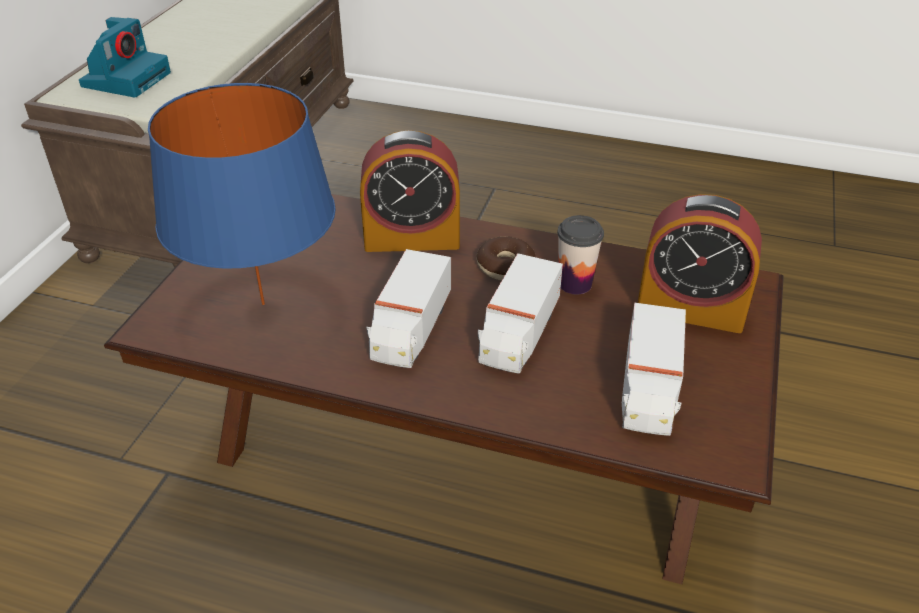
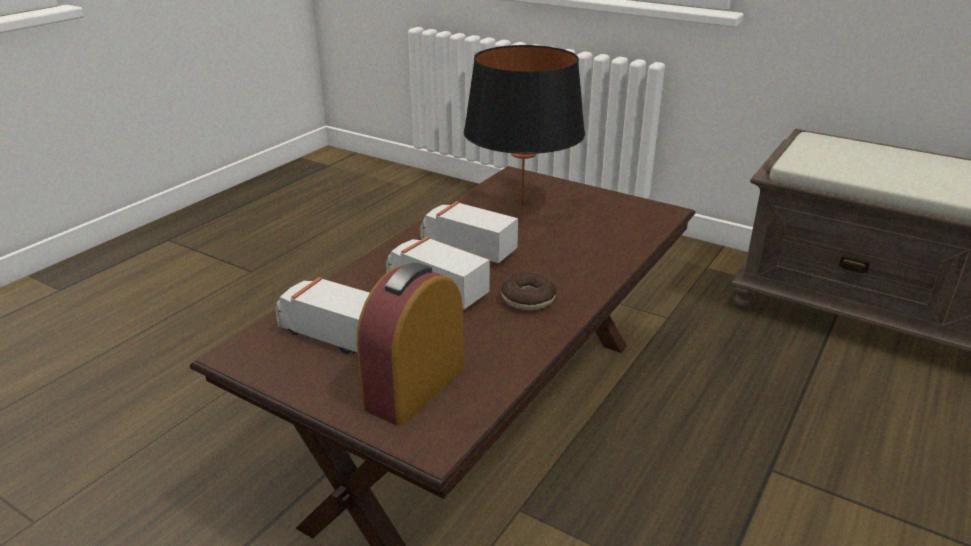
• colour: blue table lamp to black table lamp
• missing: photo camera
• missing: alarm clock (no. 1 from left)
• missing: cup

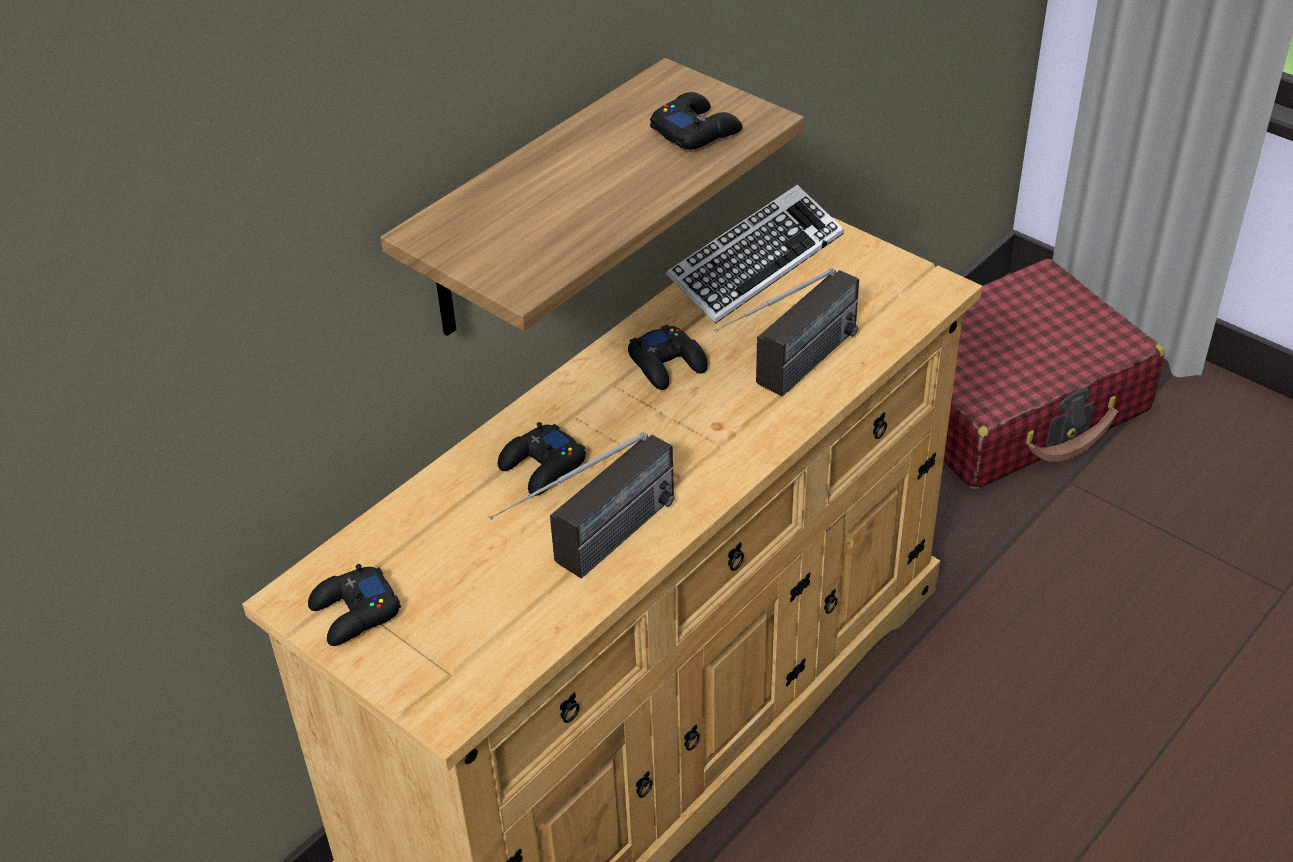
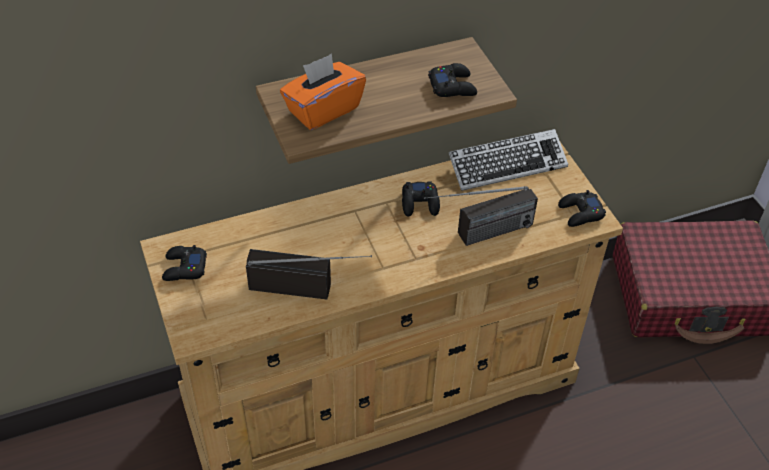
• spun: radio (no. 1 from left) 150 degrees counterclockwise
• appeared: orange tissue box
• relocated: black game controller (no. 2 from left in the first image) to black game controller (no. 4 from left)

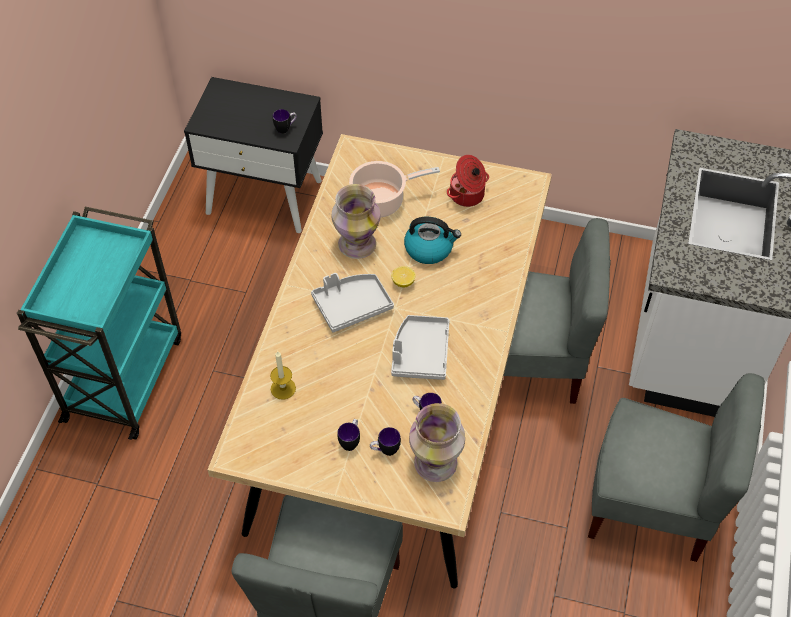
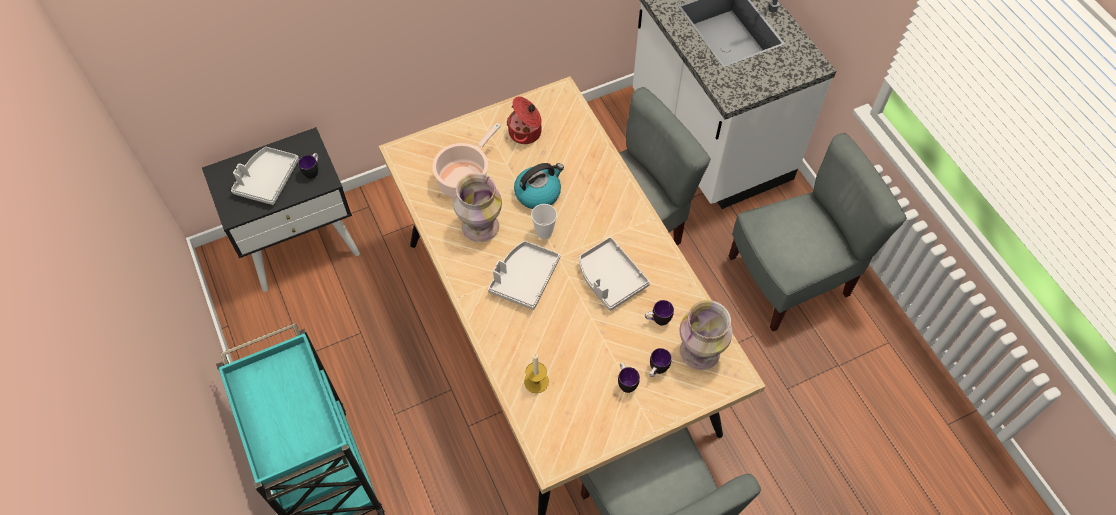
• appeared: grey tray (no. 1 from left)
• exchanged: lemon to cup

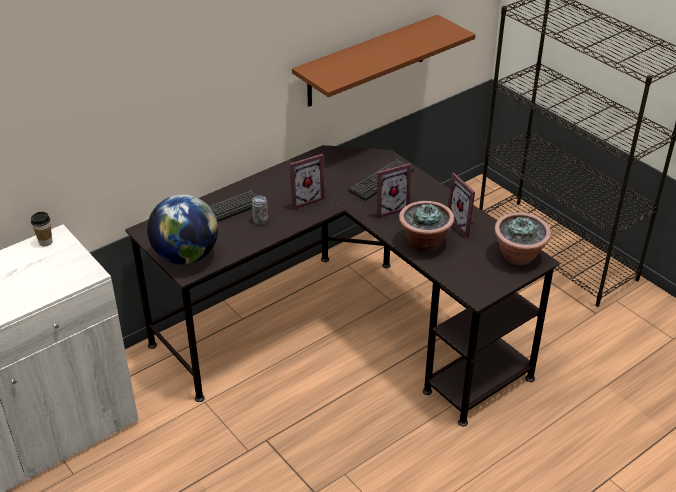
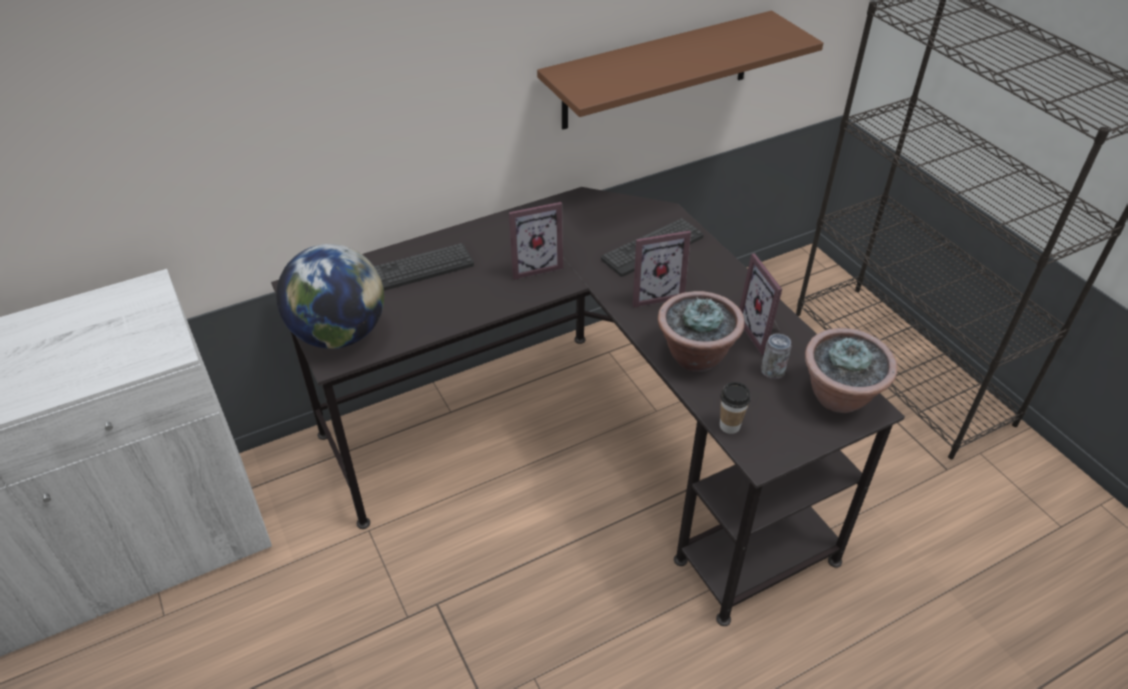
• relocated: cup
• relocated: can

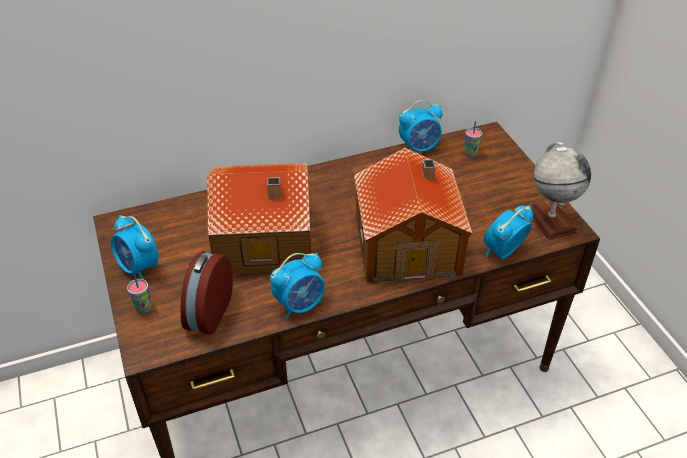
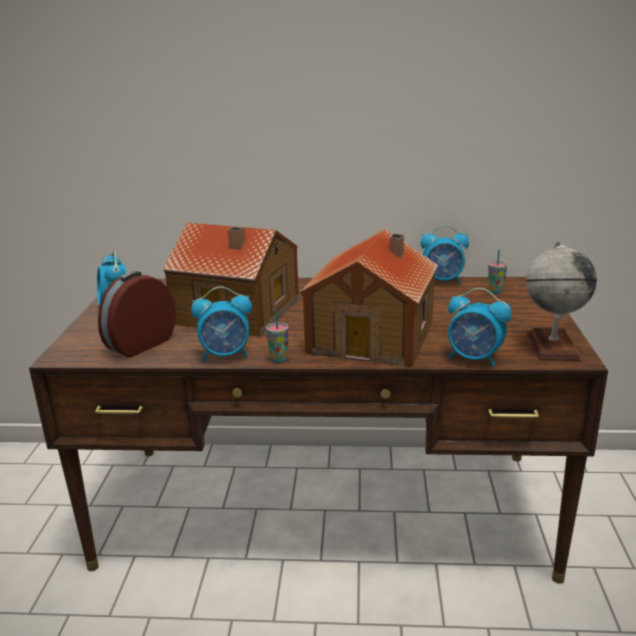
• relocated: cup (no. 1 from left)
• spun: alarm clock (no. 5 from left) 135 degrees counterclockwise

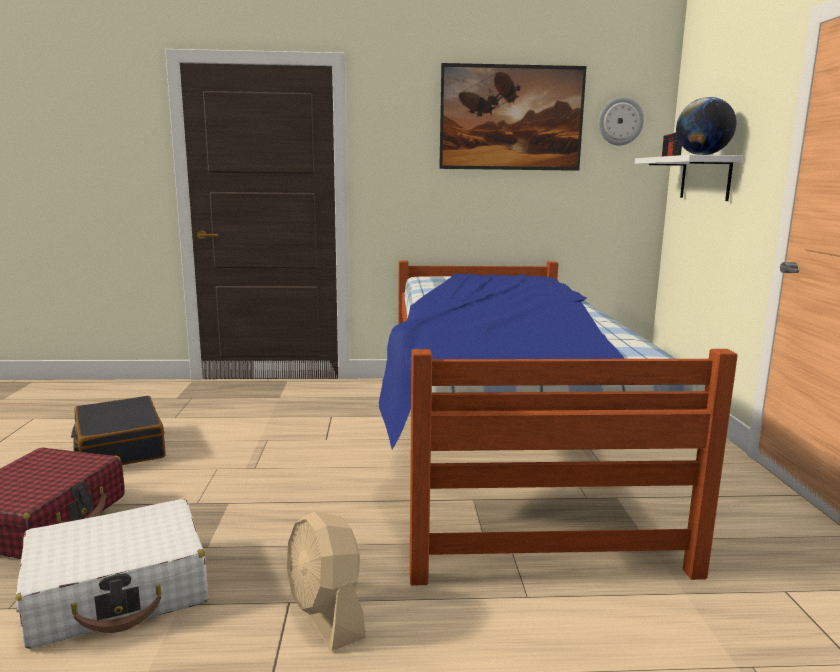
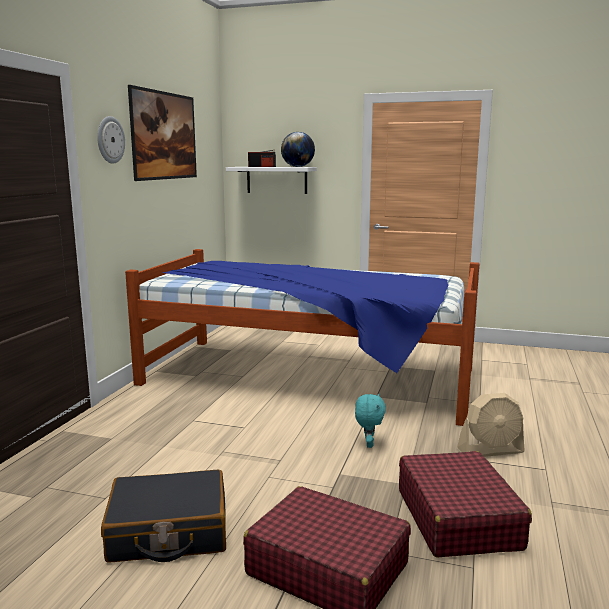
• relocated: wall clock
• appeared: turquoise plush toy
• colour: white suitcase to red suitcase (no. 2 from left)

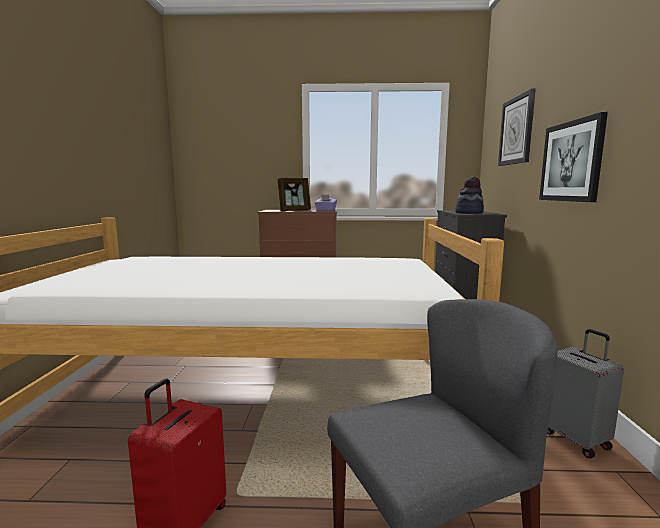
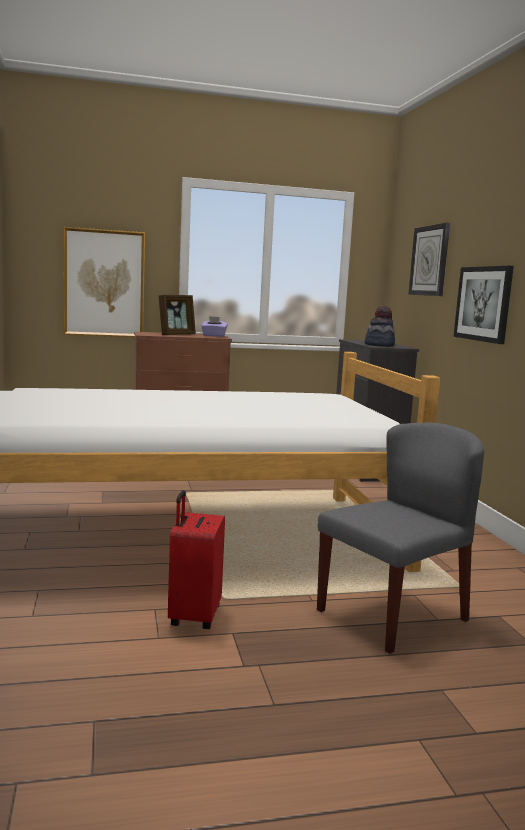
• appeared: picture (no. 1 from left)
• missing: grey suitcase

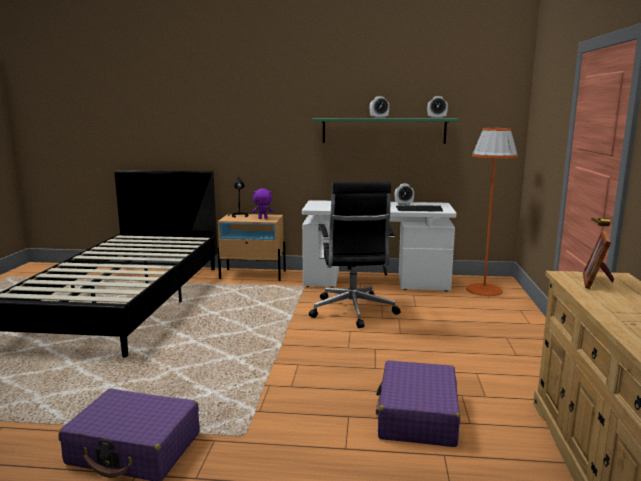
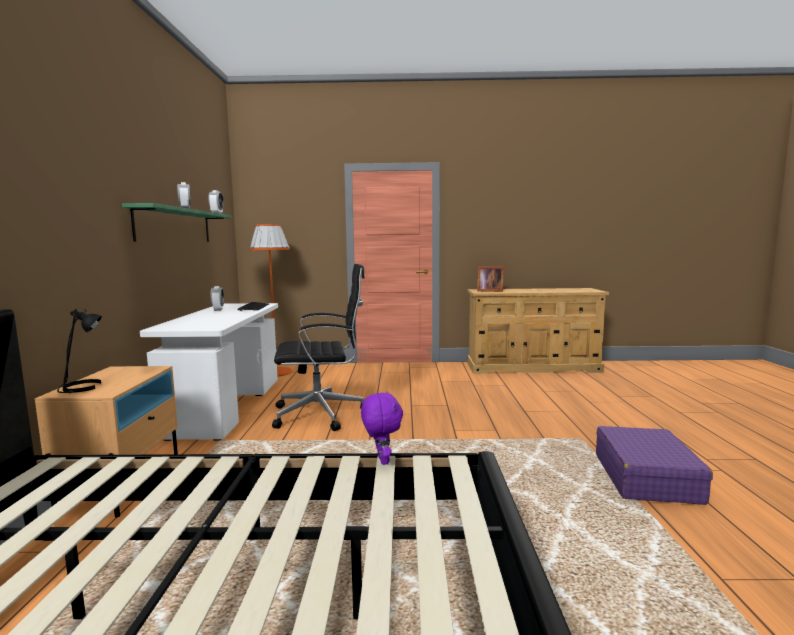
• relocated: purple plush toy
• missing: purple suitcase (no. 2 from left)

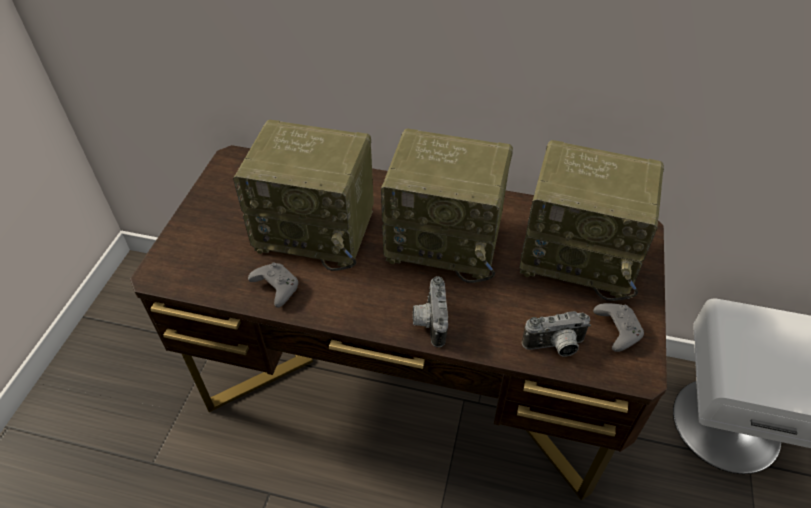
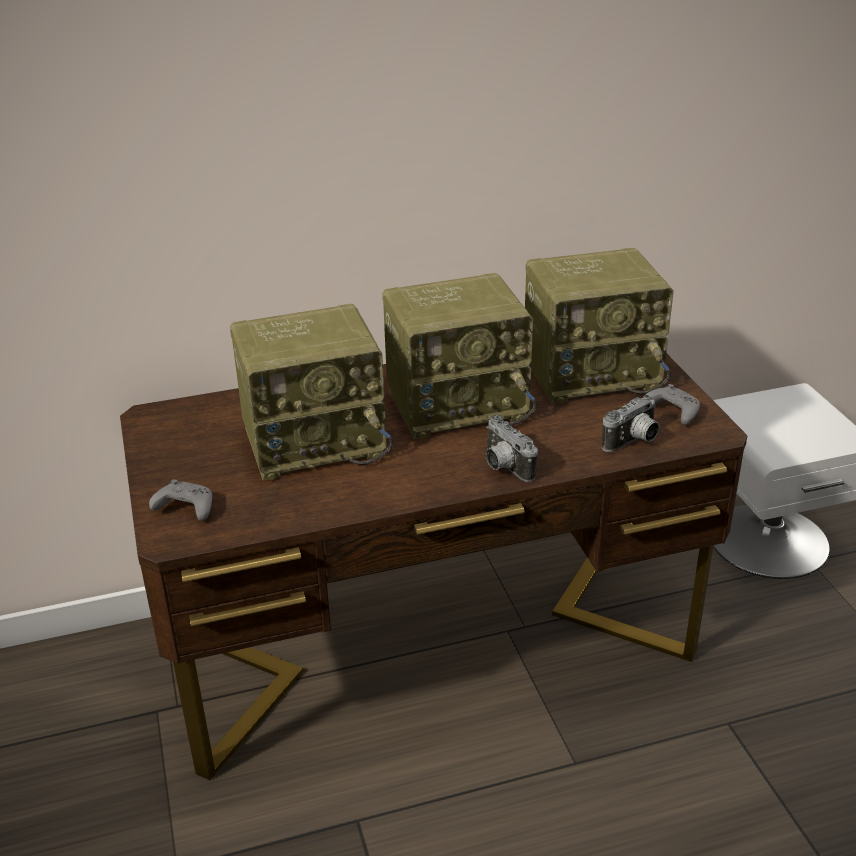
• relocated: grey game controller (no. 1 from left)

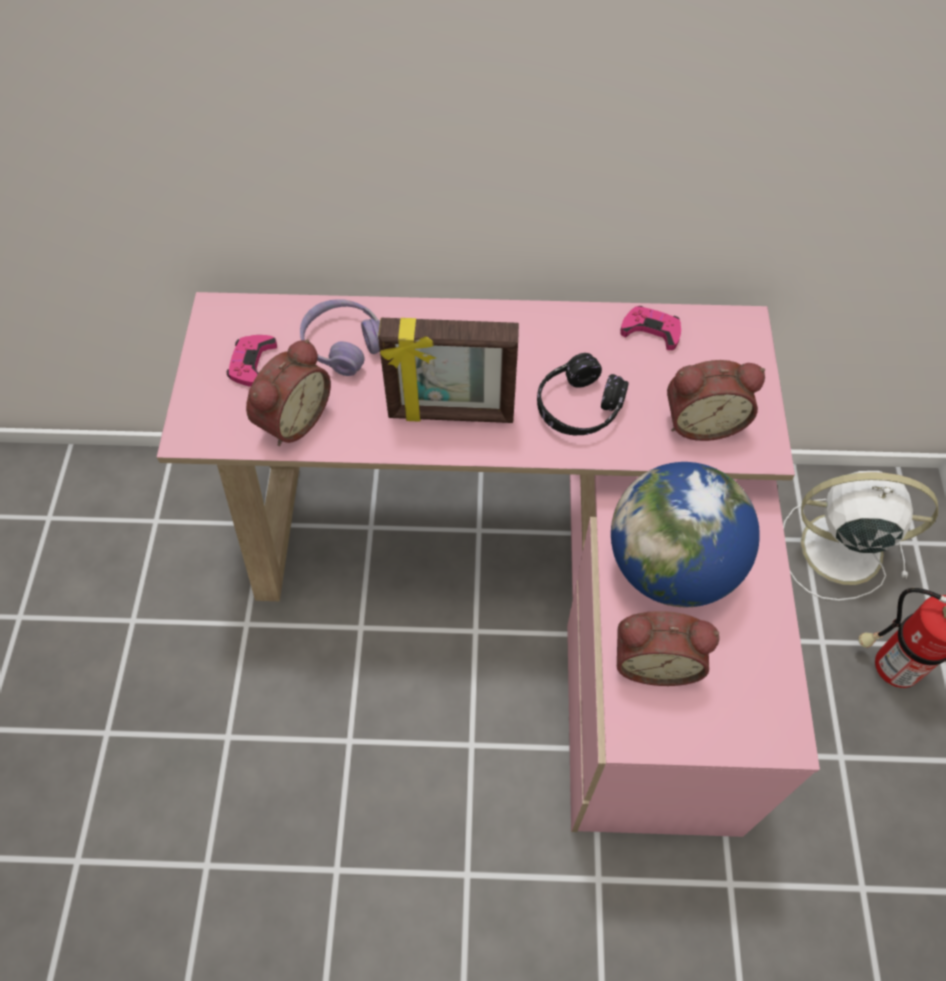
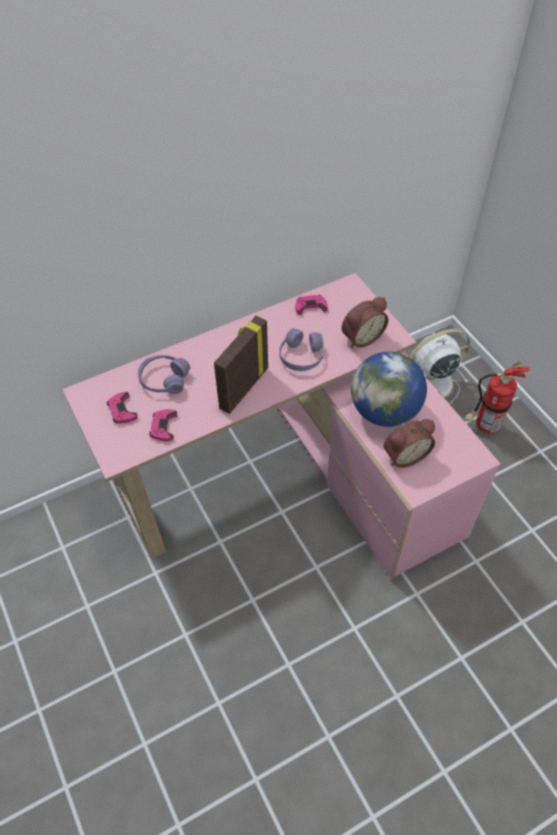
• exchanged: alarm clock (no. 1 from left) to pink game controller (no. 2 from left)
• spun: picture frame 150 degrees clockwise
• colour: black headphones to purple headphones (no. 2 from left)

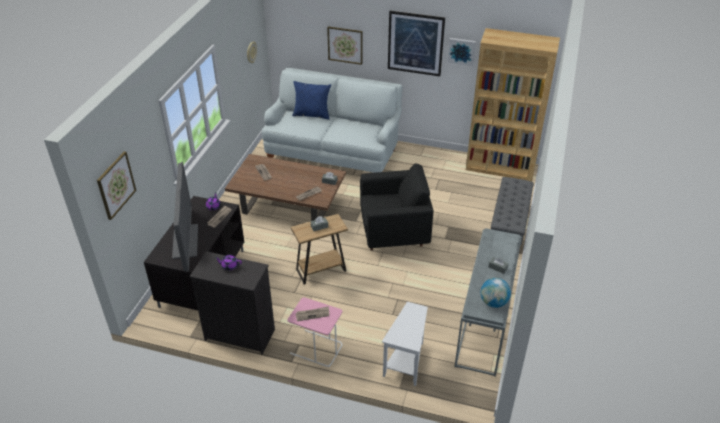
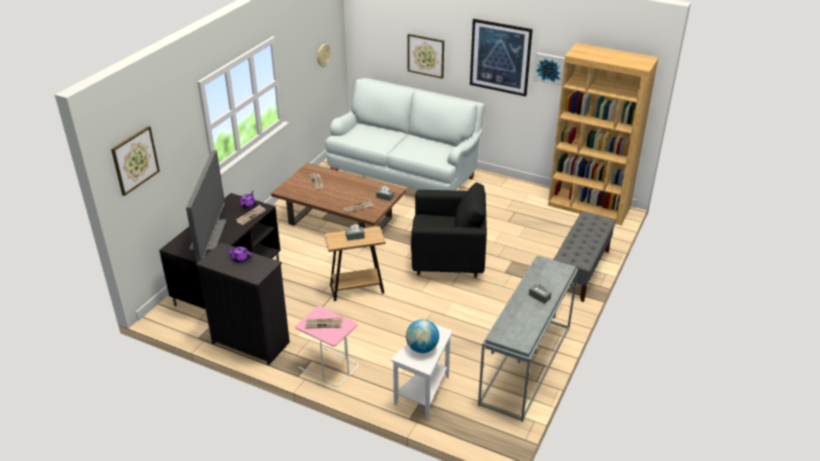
• relocated: globe
• missing: blue pillow

